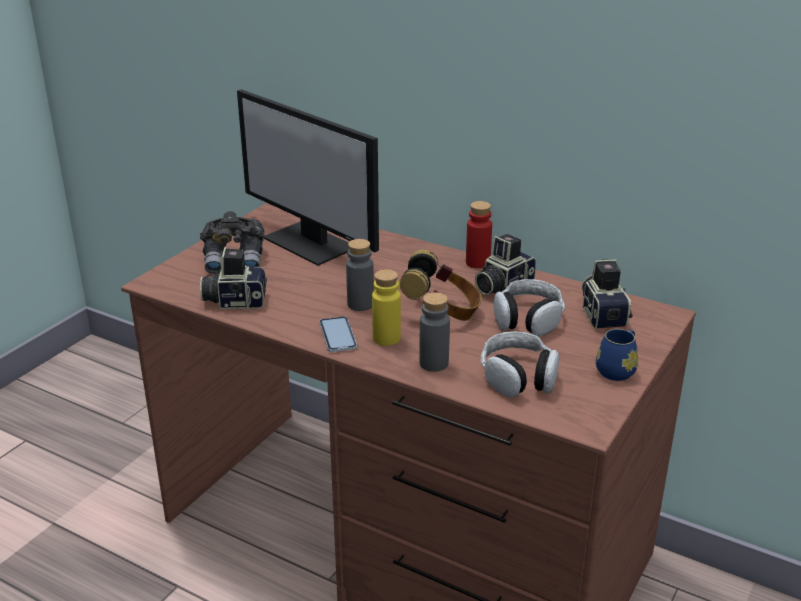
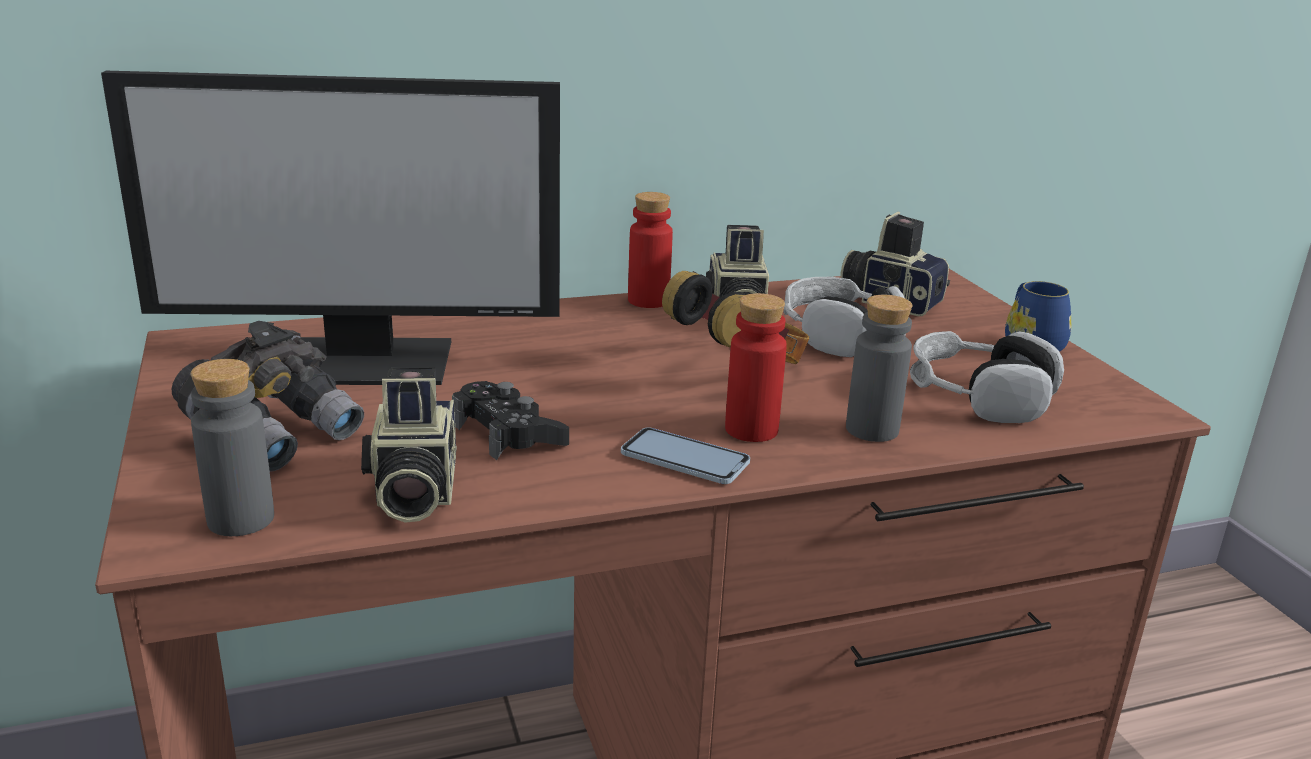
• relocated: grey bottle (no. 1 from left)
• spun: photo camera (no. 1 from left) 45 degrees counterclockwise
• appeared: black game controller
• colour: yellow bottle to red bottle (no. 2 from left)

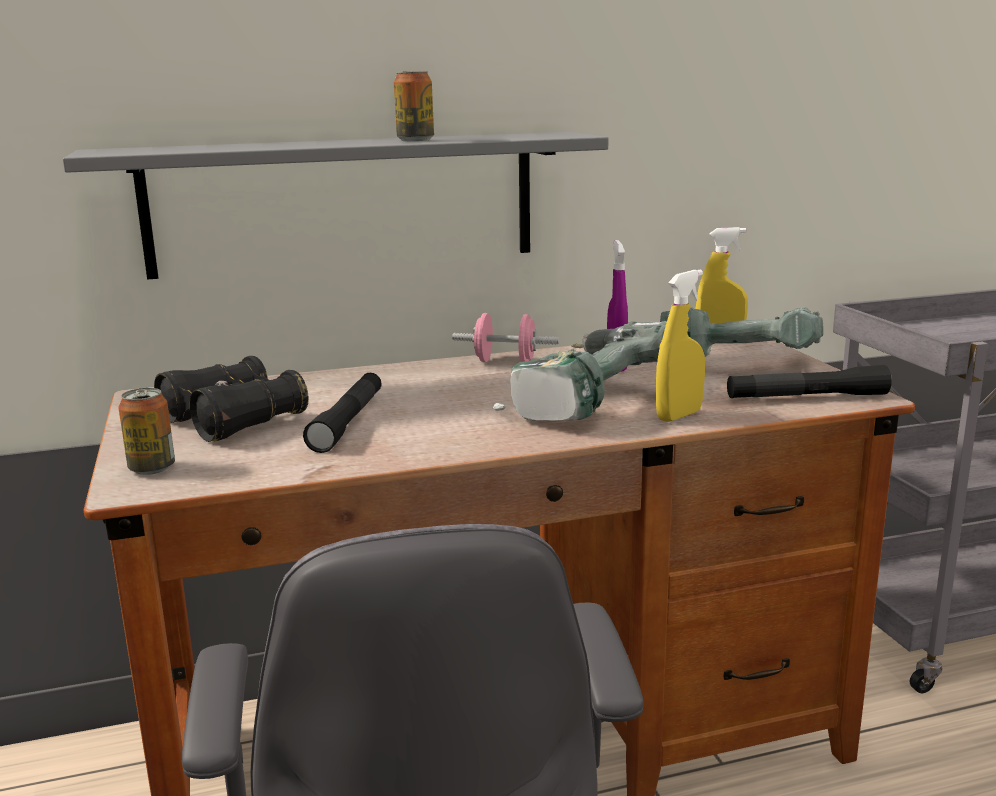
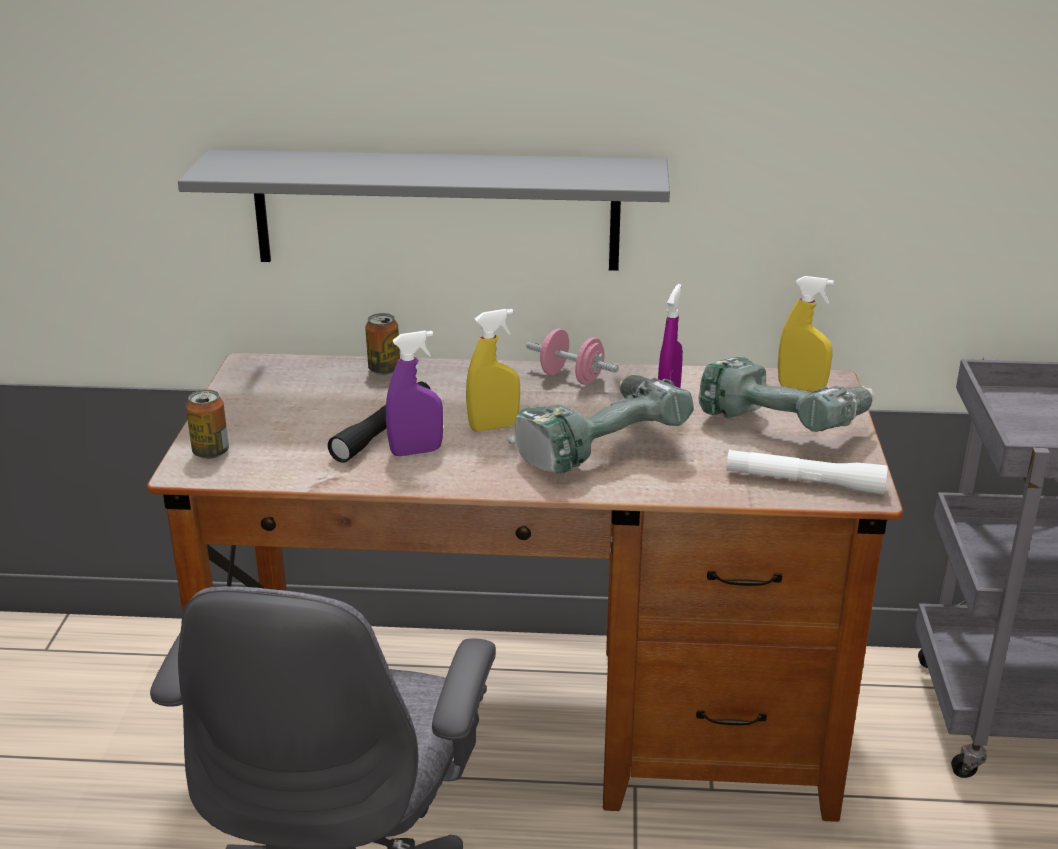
• relocated: can (no. 2 from left)
• appeared: purple spray bottle (no. 1 from left)
• relocated: yellow spray bottle (no. 1 from left)
• colour: black flashlight (no. 2 from left) to white flashlight
• missing: black binoculars

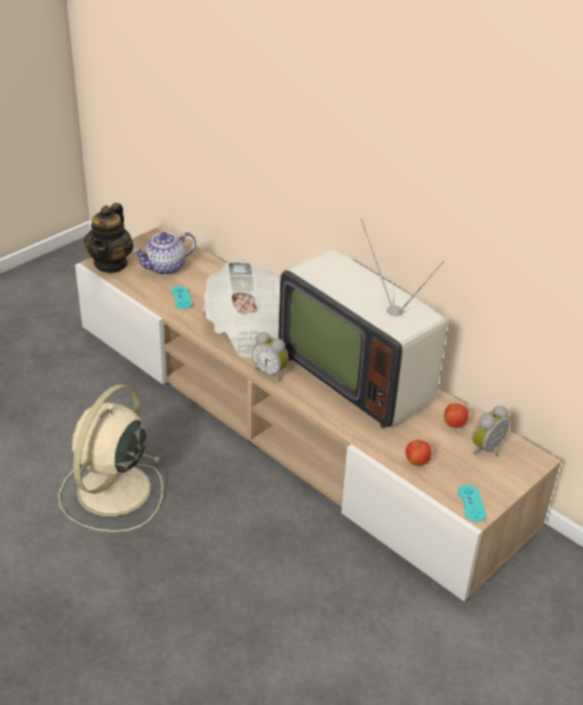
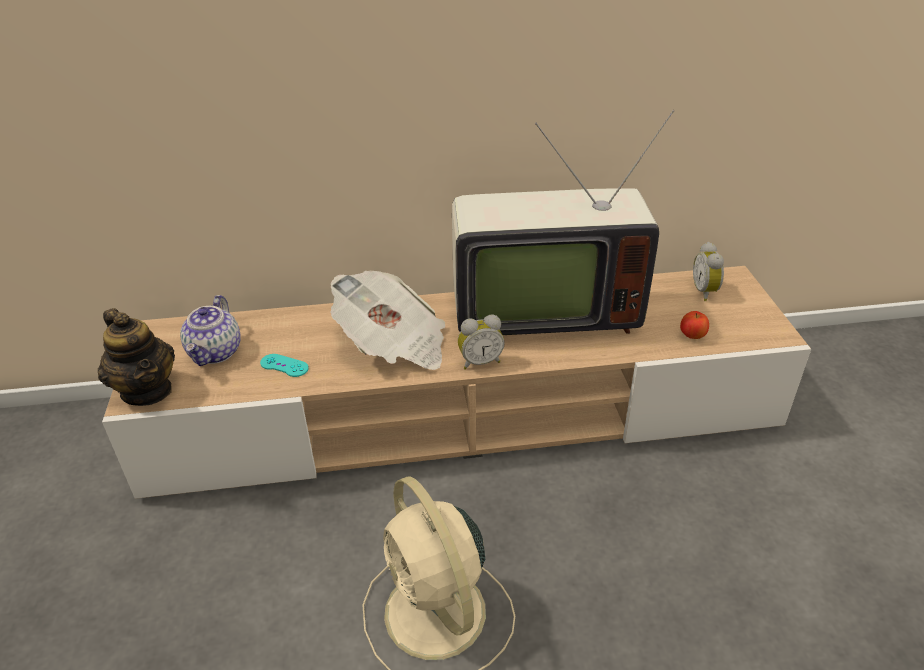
• missing: apple (no. 2 from left)
• missing: turquoise game controller (no. 2 from left)

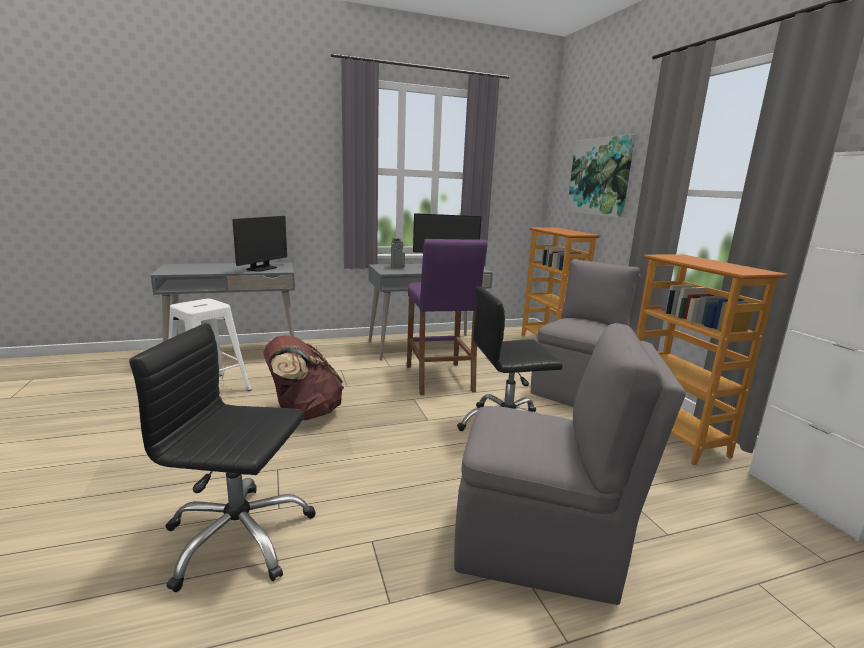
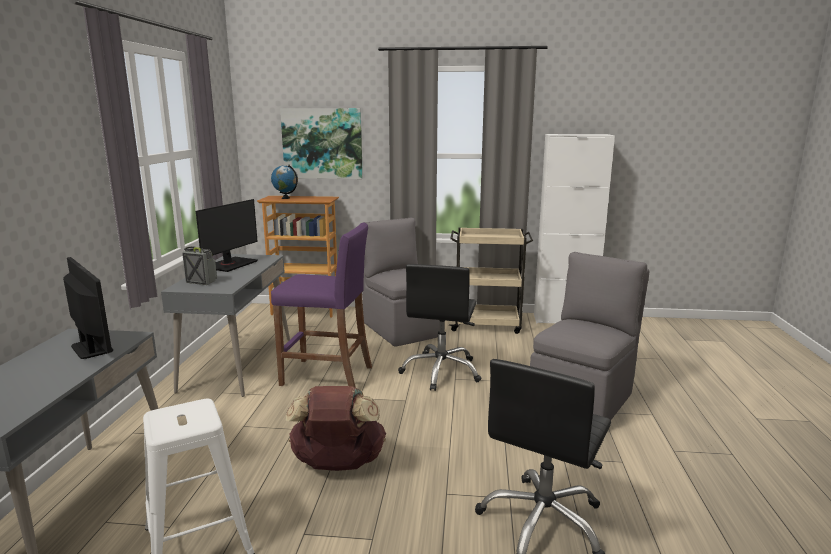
• appeared: globe
• exchanged: bookcase (no. 2 from left) to beige cart

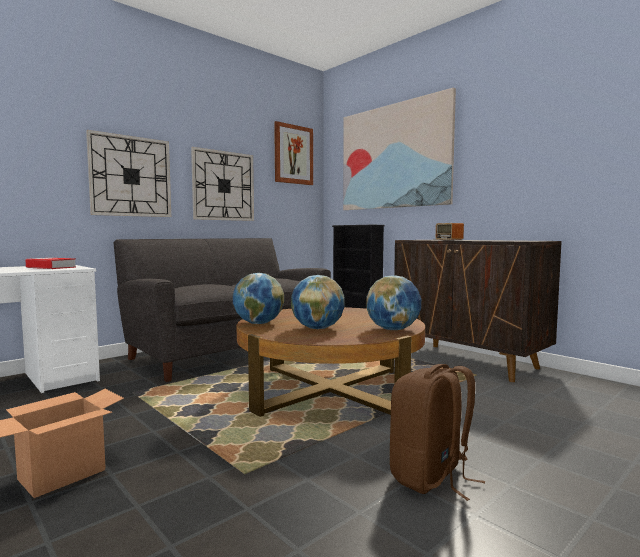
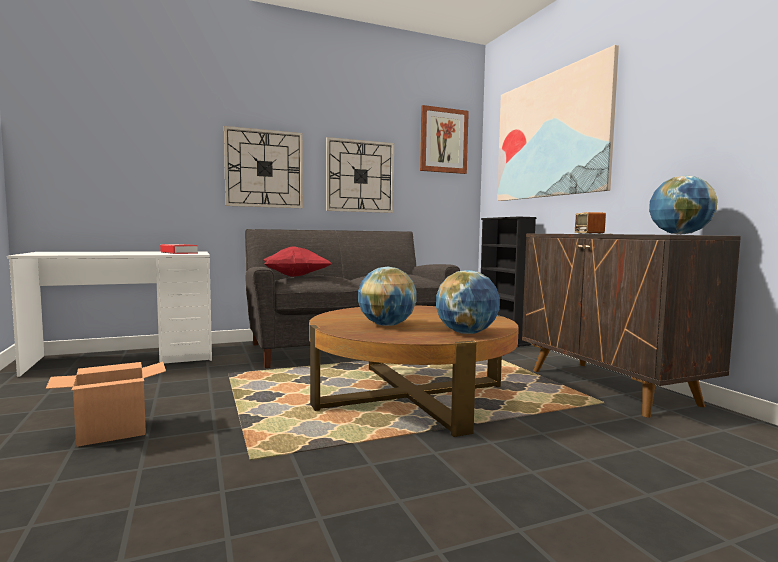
• appeared: red pillow
• relocated: globe (no. 1 from left in the first image) to globe (no. 3 from left)
• missing: brown backpack

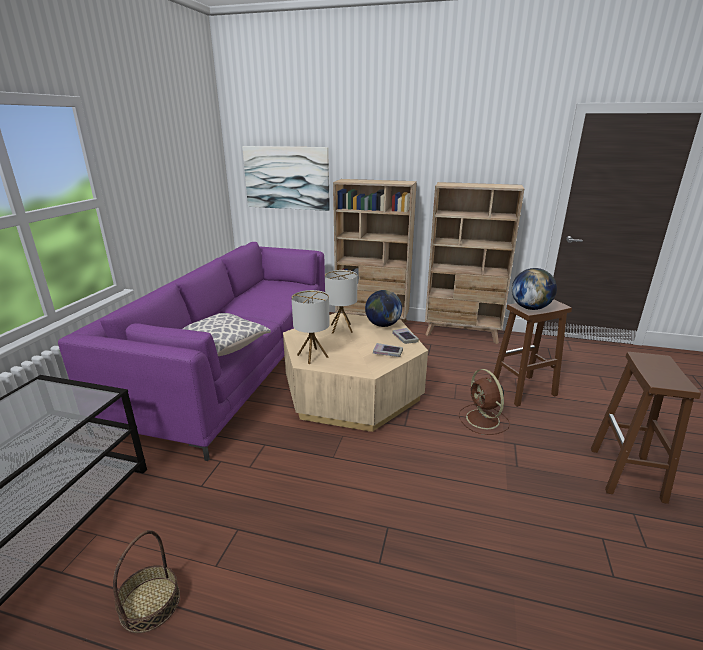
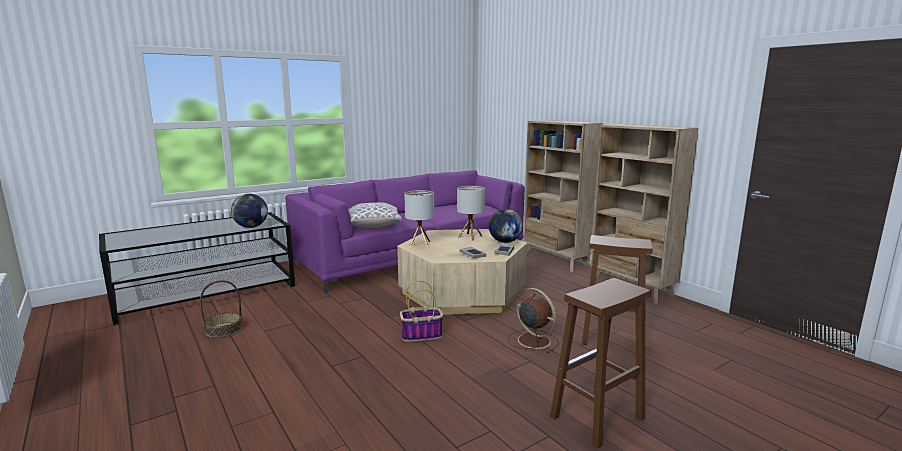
• relocated: globe (no. 2 from left in the first image) to globe (no. 1 from left)
• appeared: basket (no. 2 from left)
• spun: brown fan 120 degrees clockwise
• missing: picture

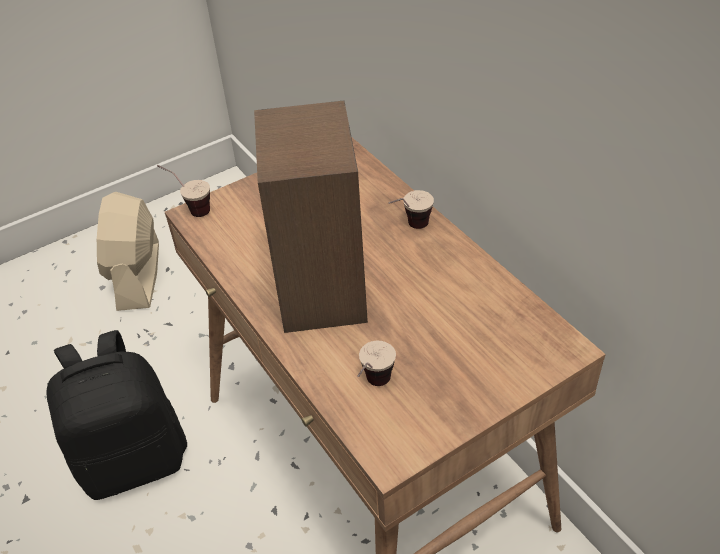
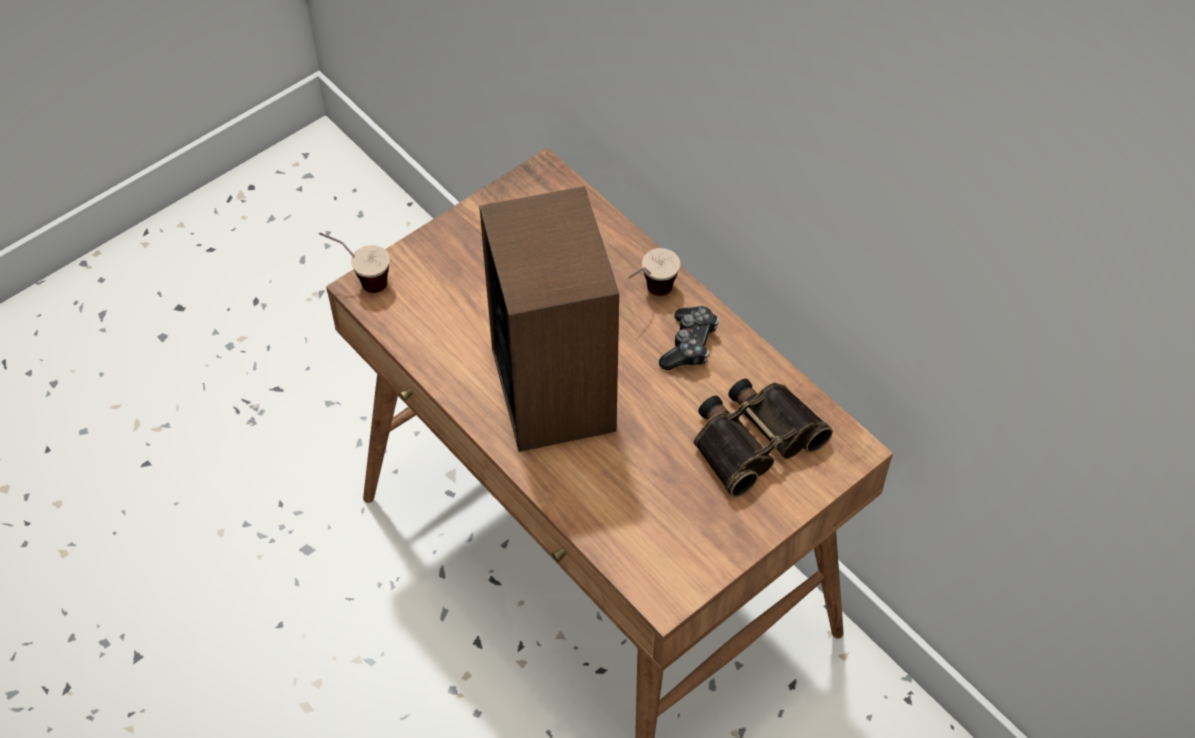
• appeared: game controller
• appeared: binoculars
• missing: black backpack
• missing: beige fan
• missing: cup (no. 2 from left)

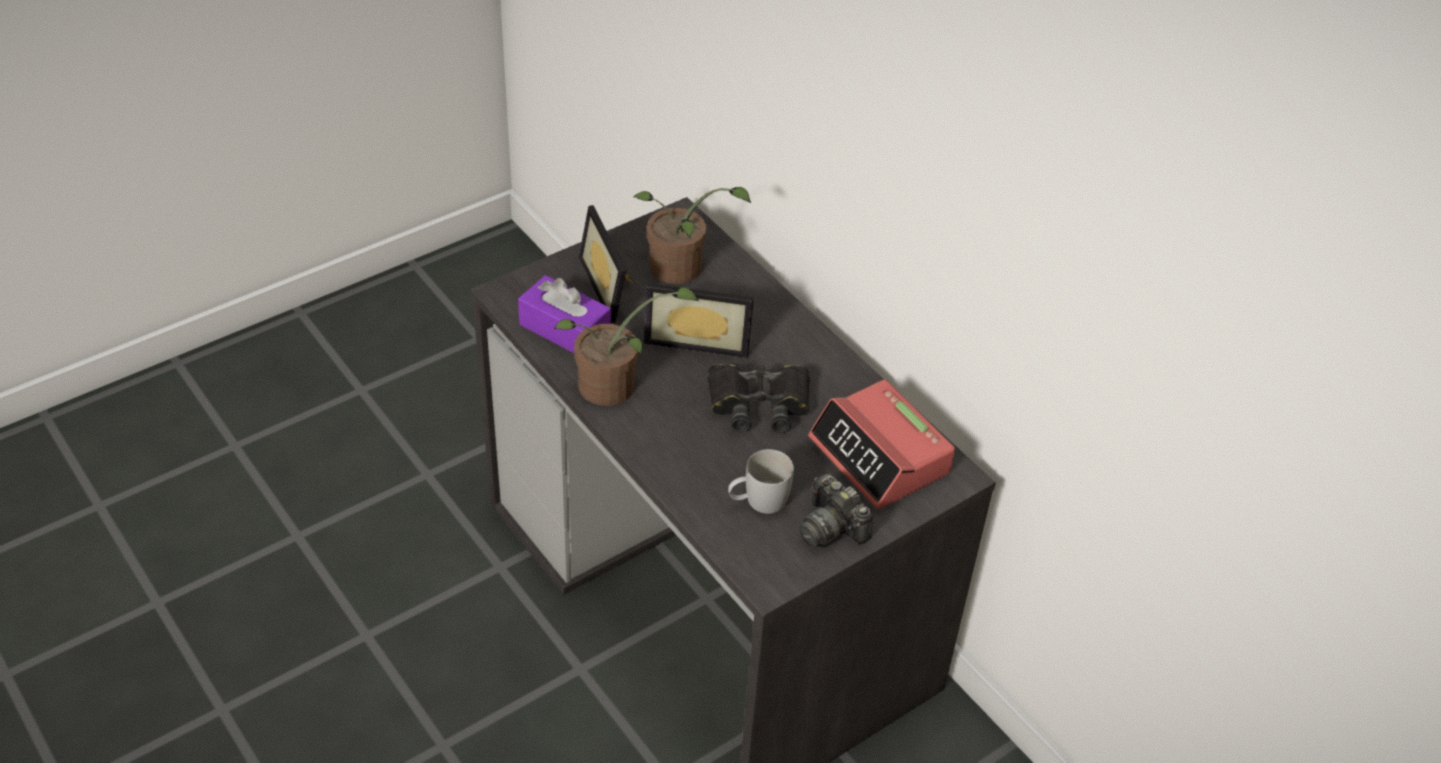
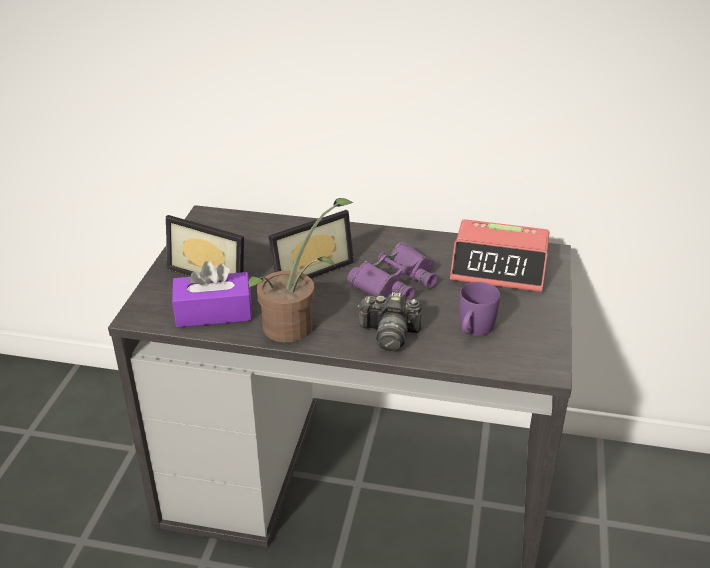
• colour: black binoculars to purple binoculars
• relocated: photo camera
• colour: white mug to purple mug
• missing: potted plant (no. 2 from left)

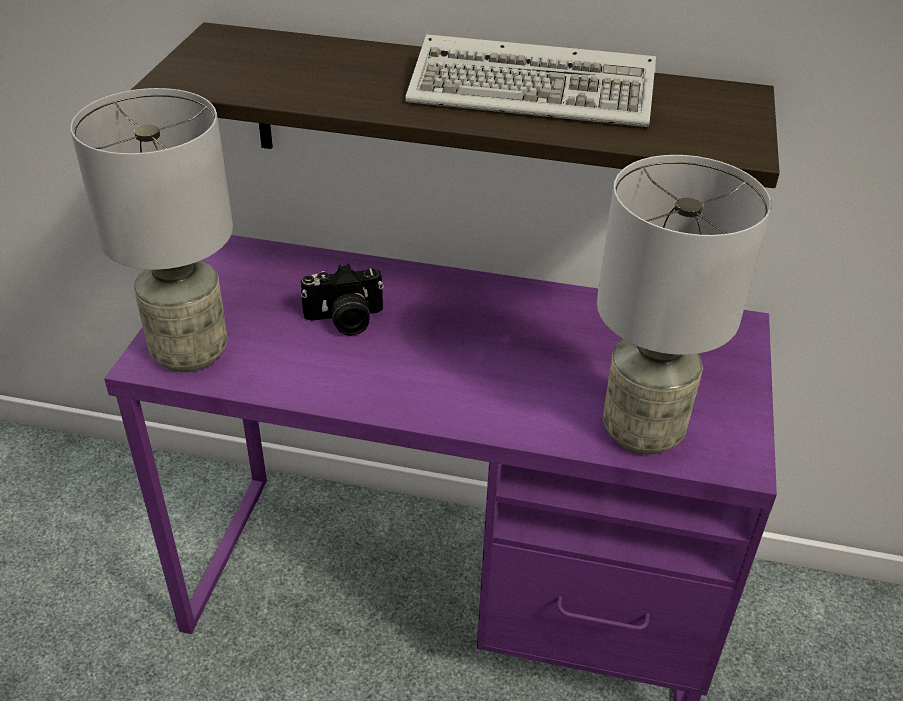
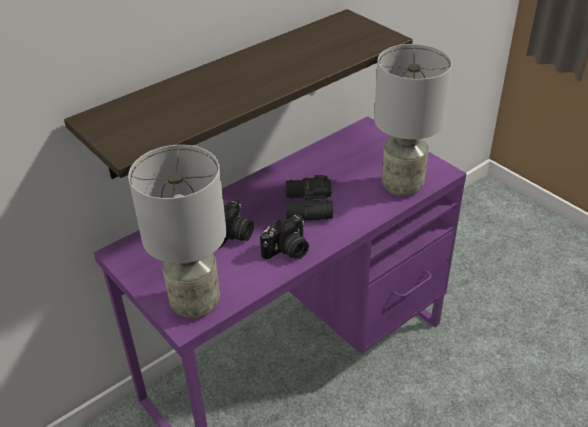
• appeared: photo camera (no. 2 from left)
• appeared: black binoculars
• missing: keyboard

